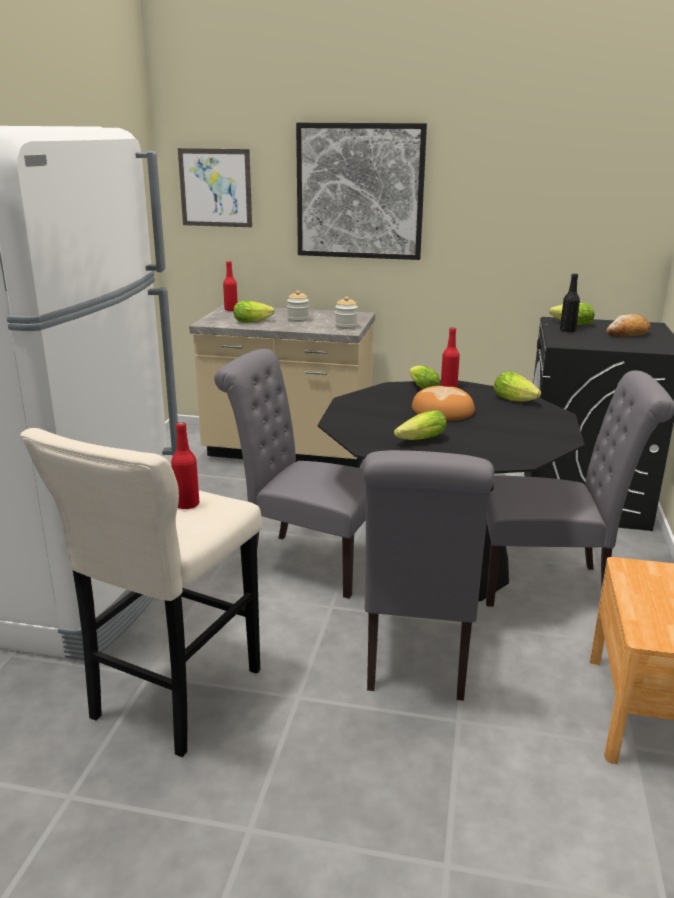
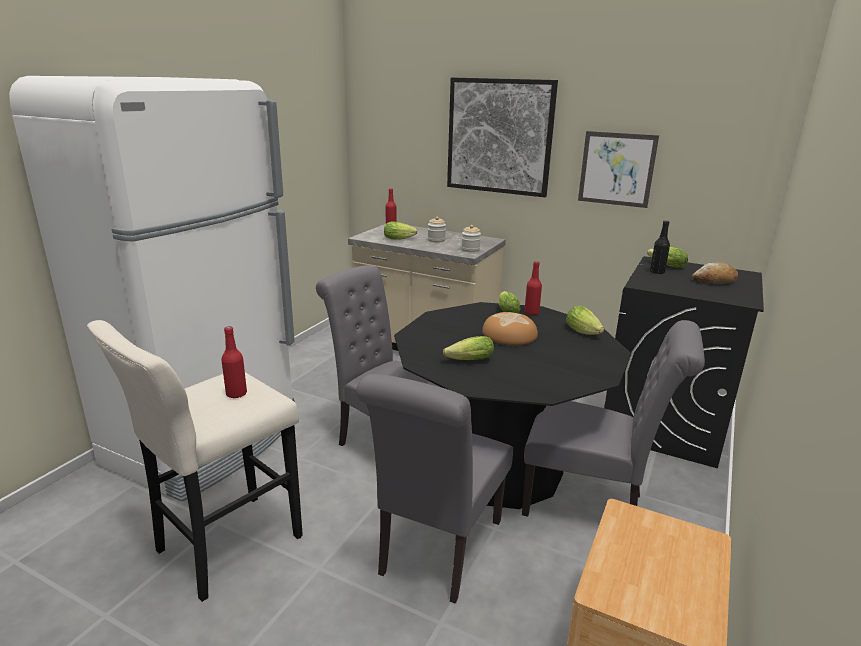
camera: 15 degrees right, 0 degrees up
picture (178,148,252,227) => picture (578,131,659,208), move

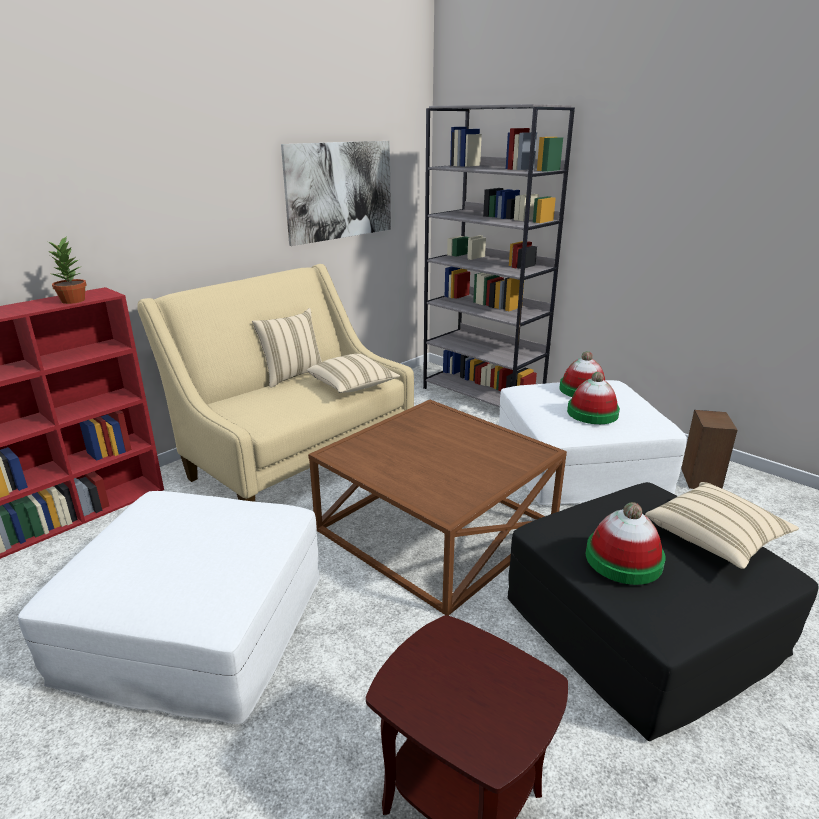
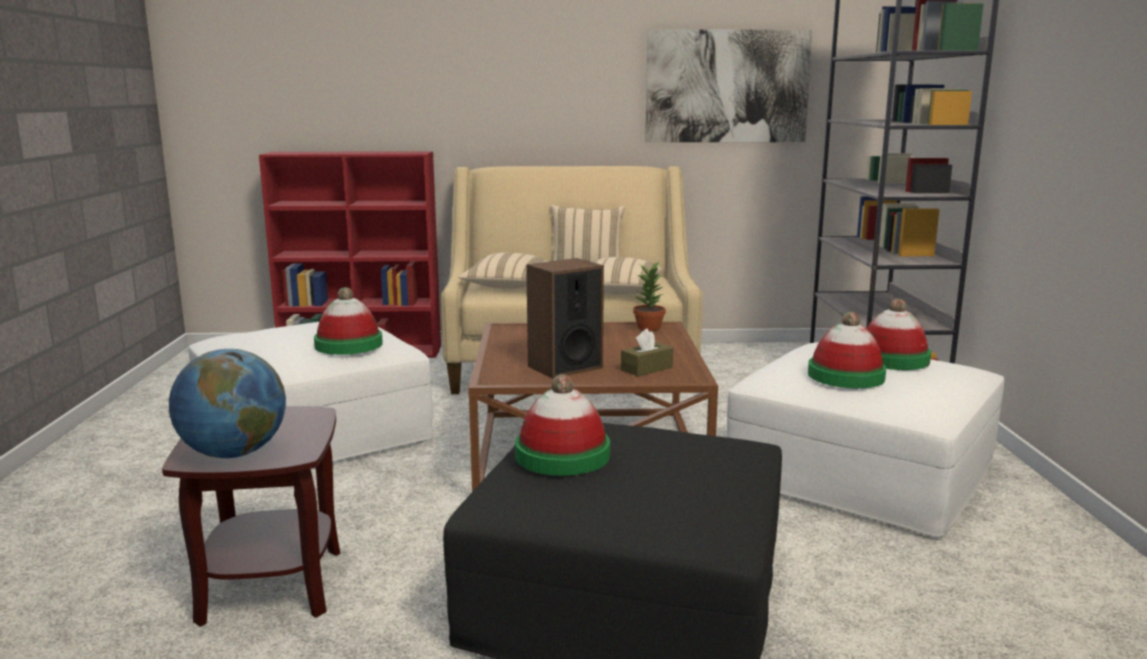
camera: 45 degrees right, 10 degrees down
potted plant (47,237,86,304) => potted plant (633,261,666,331), move
beige pillow (645,482,799,569) => beige pillow (458,253,550,289), move
speaker (681,410,737,489) => speaker (526,258,604,379), move
nothing => globe (169,349,286,458)
nothing => hat (314,287,383,355)
nothing => brown tissue box (621,329,673,377)

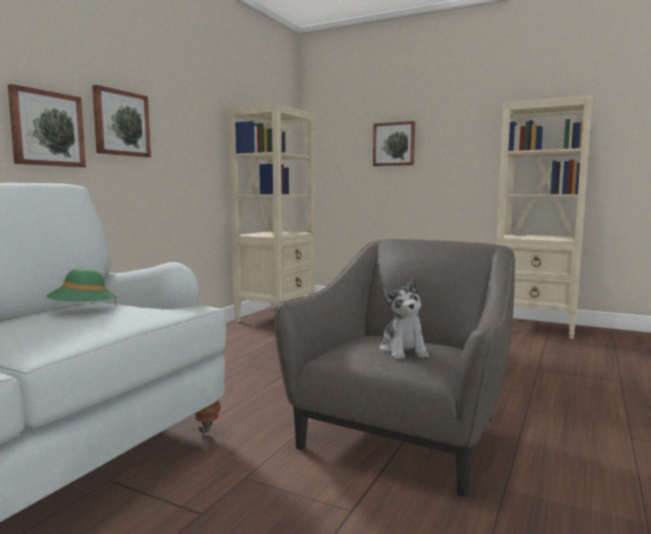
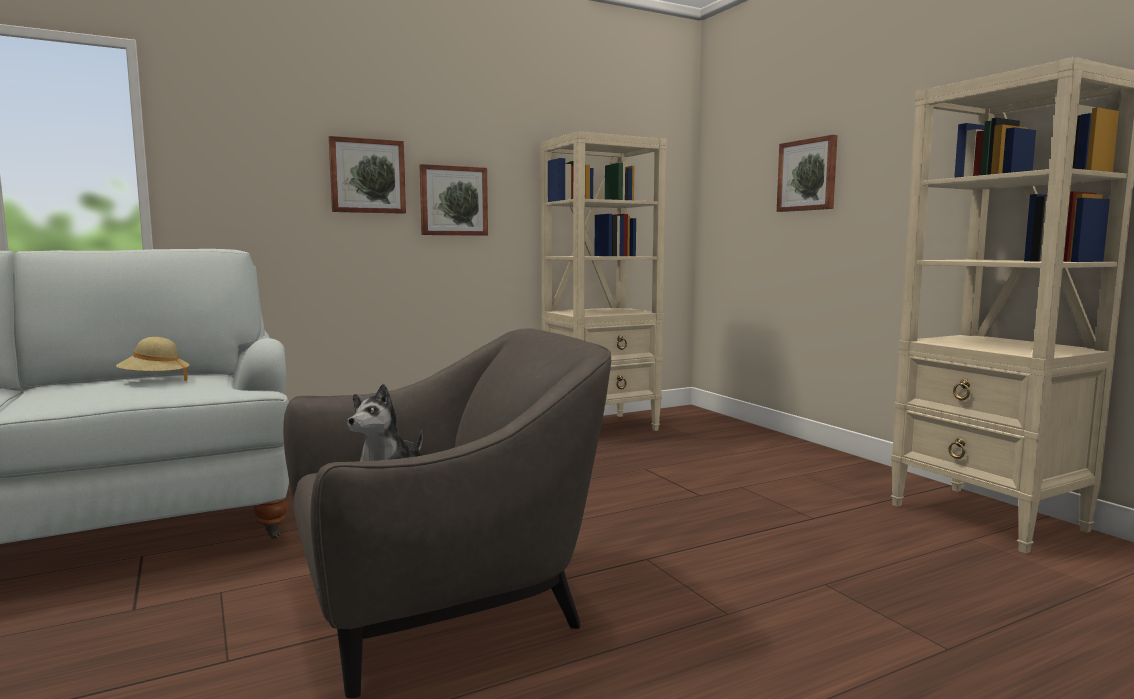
camera: 35 degrees right, 0 degrees up
picture (8,84,86,167) => picture (420,164,488,236), move
green hat (46,268,116,306) => beige hat (116,337,190,381)

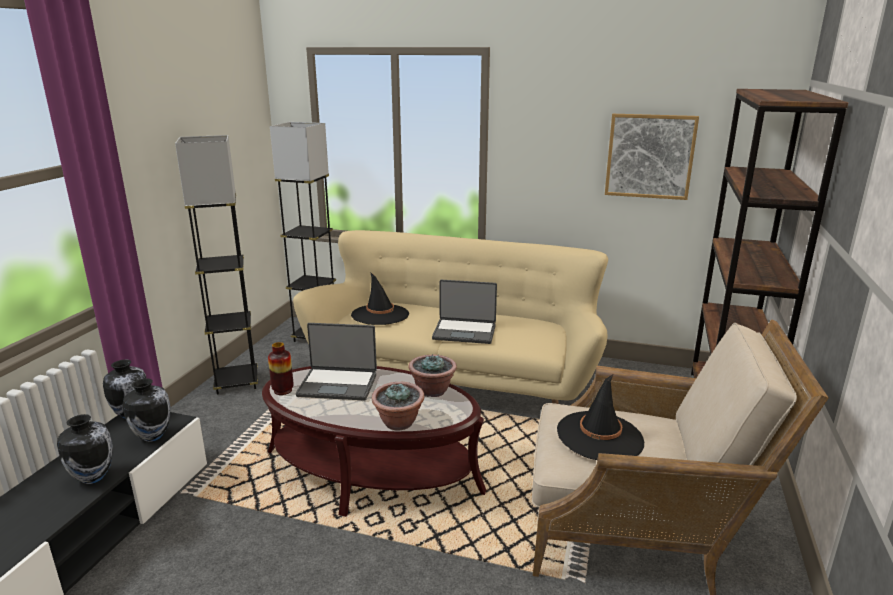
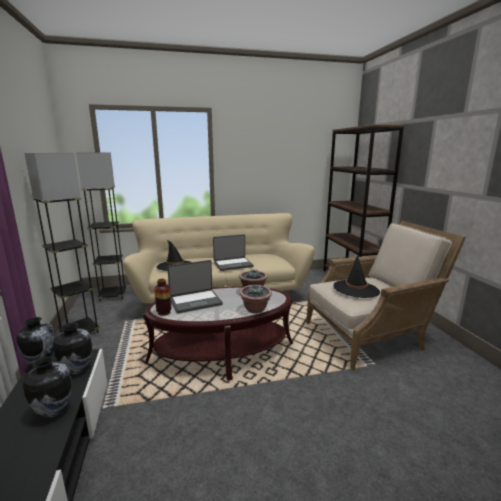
camera: 30 degrees left, 5 degrees down
picture (605,114,699,200) => nothing

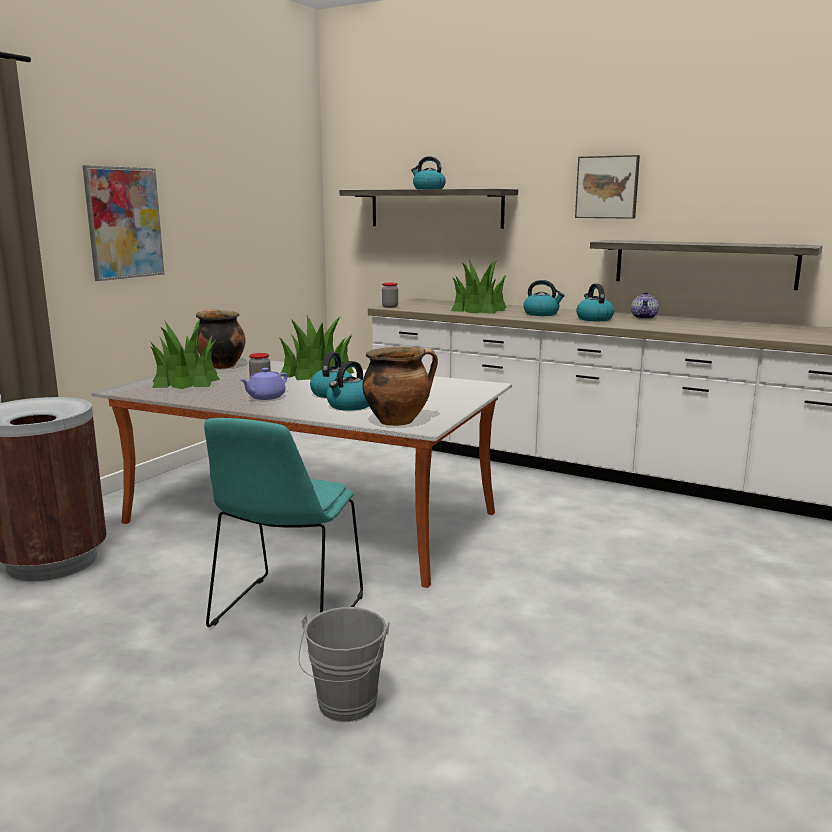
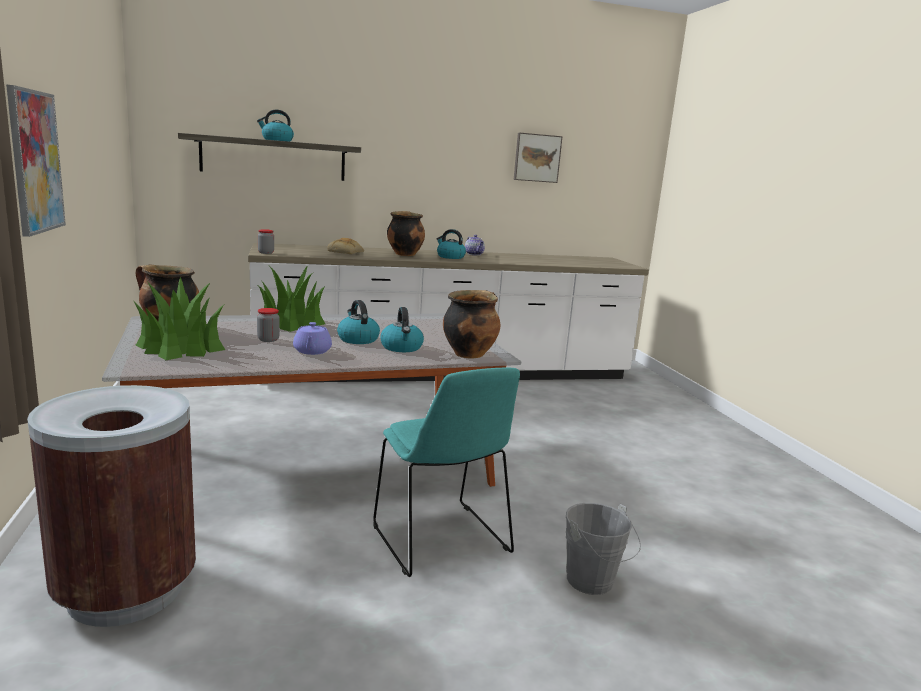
camera: 45 degrees left, 0 degrees up
potted plant (451,260,507,314) => bread (328,238,364,254)
kettle (523,280,565,316) => cooking pot (387,211,425,256)
picture (575,155,640,219) => picture (514,133,563,183), move
shelf (590,240,823,290) => nothing

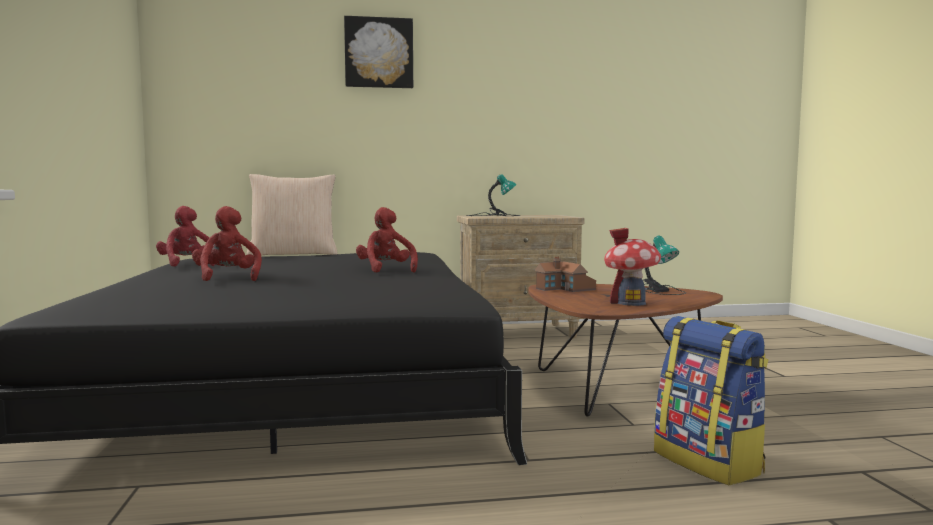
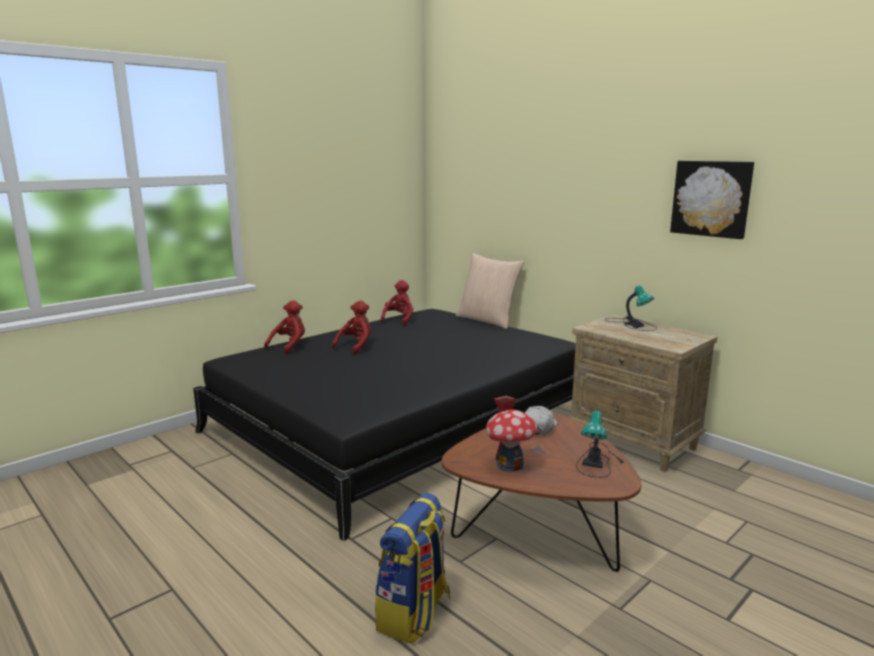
camera: 55 degrees right, 10 degrees up
picture (344,16,413,88) => picture (670,161,754,239), move
red plush toy (356,207,418,273) => red plush toy (264,301,305,354), move
toy house (535,257,596,292) => white cap (525,406,557,435)

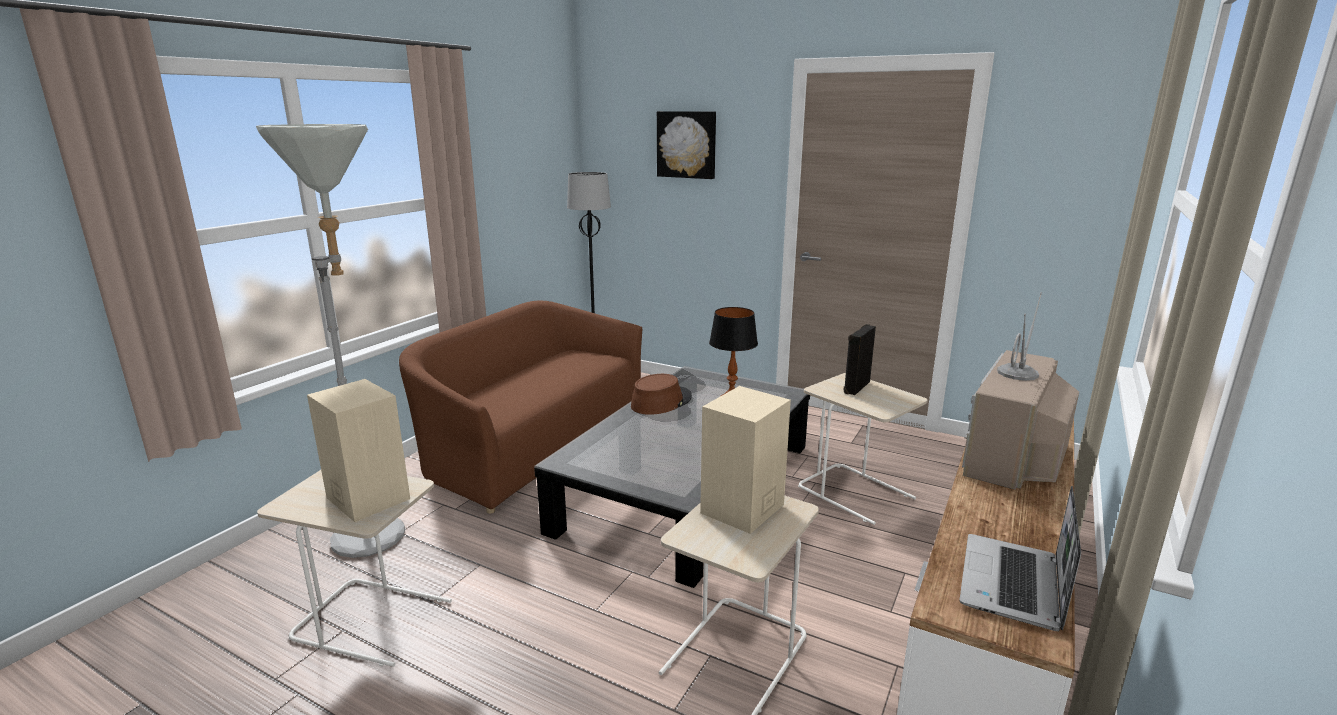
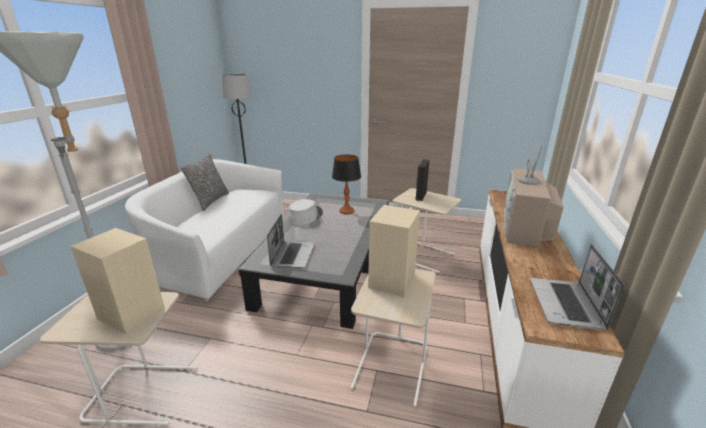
camera: 15 degrees left, 5 degrees up
brown sofa (399,300,642,514) => white sofa (125,159,285,302)
brown hat (631,374,692,415) => grey hat (287,199,323,226)
picture (657,111,716,179) => nothing
nothing => pillow (181,154,229,211)
nothing => laptop (267,214,315,268)

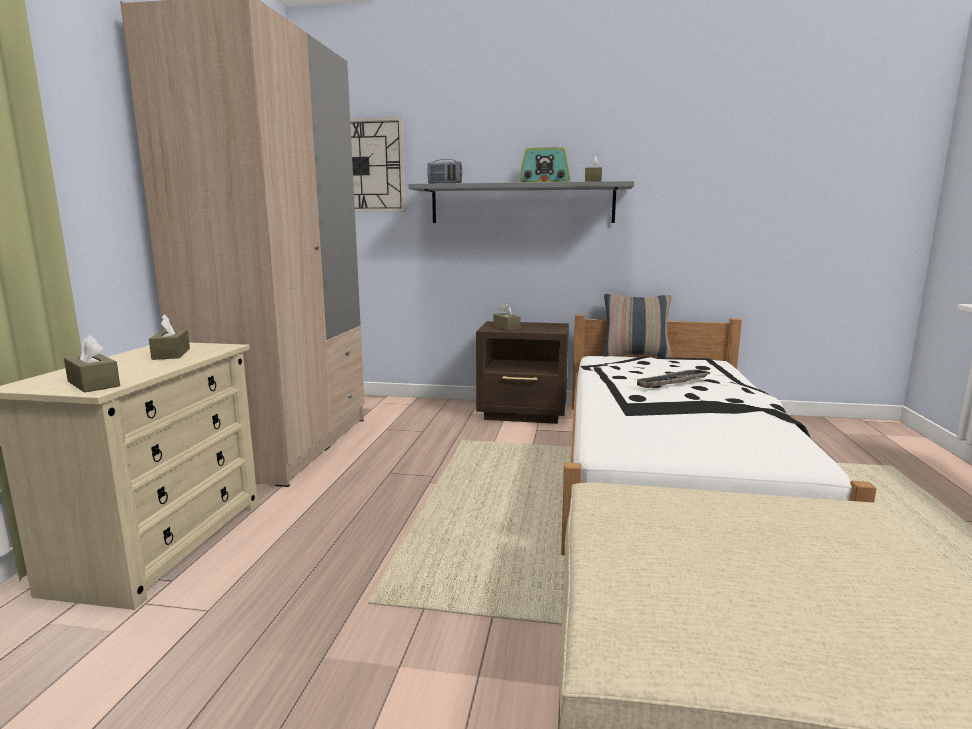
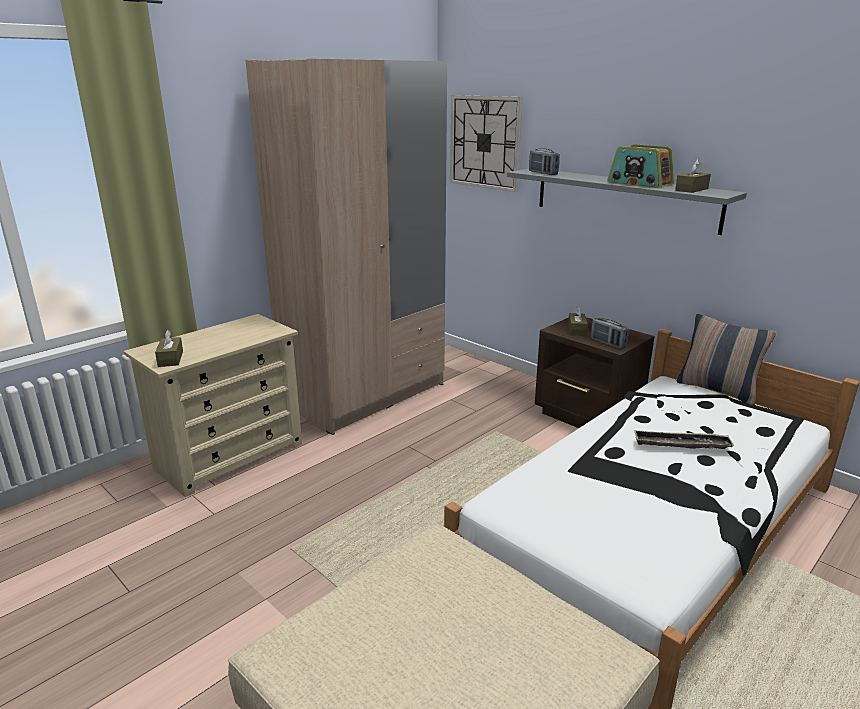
camera: 35 degrees right, 10 degrees up
brown tissue box (149,314,190,360) => nothing
nothing => radio (591,318,629,349)

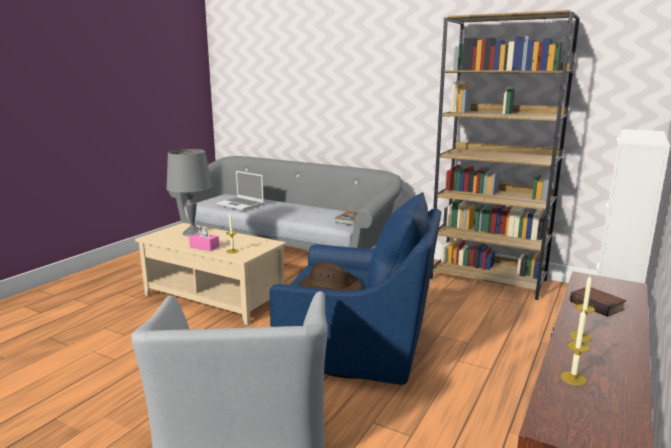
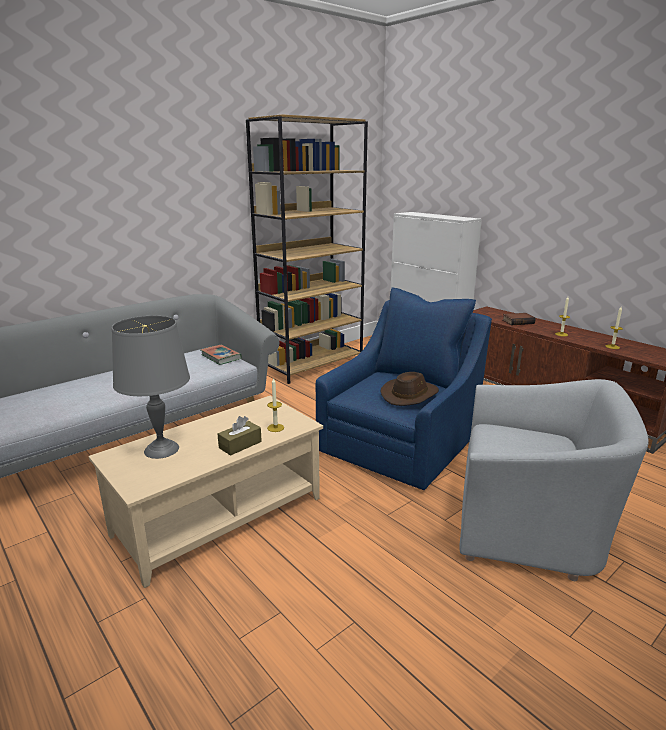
camera: 70 degrees left, 5 degrees up
pink tissue box (189,226,219,251) => brown tissue box (218,416,262,456)
laptop (217,171,264,211) => nothing

